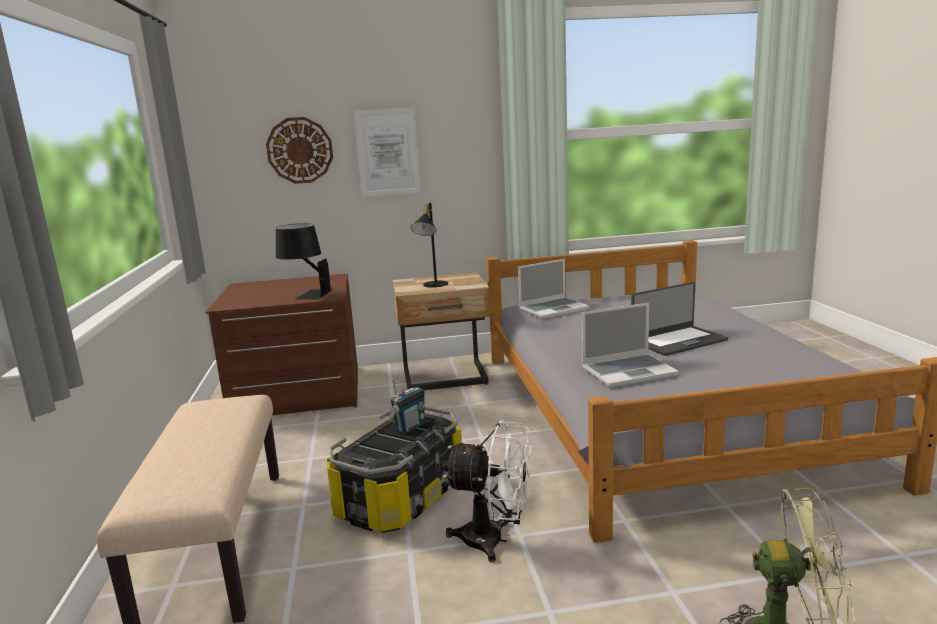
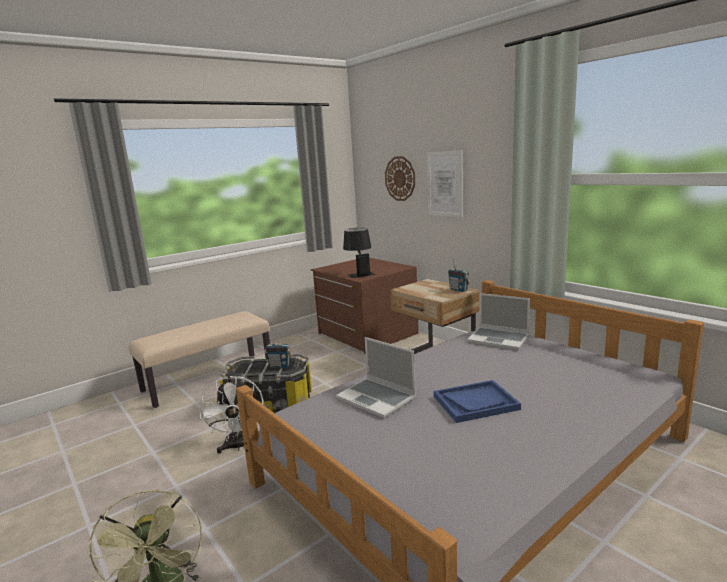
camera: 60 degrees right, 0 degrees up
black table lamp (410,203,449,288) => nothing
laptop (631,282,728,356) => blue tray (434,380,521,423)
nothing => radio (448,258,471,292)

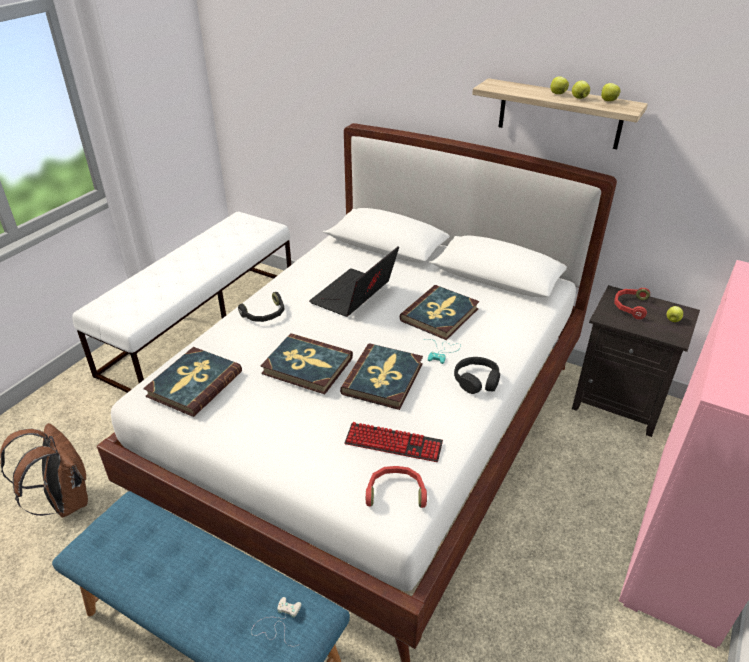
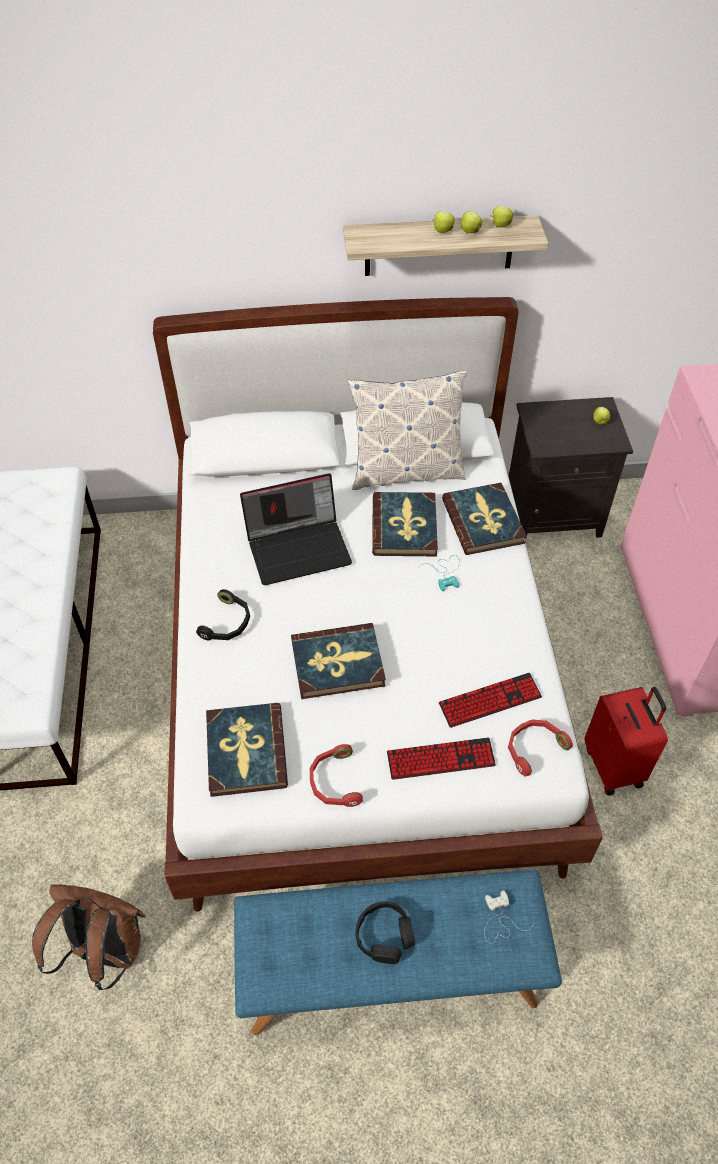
camera: 35 degrees left, 15 degrees up
laptop (309,246,399,317) => laptop (240,473,352,585), 105 degrees counterclockwise
book (340,343,423,410) => book (442,483,527,555), move
black headphones (454,357,500,394) => black headphones (356,901,415,964), move
red headphones (615,288,650,319) => red headphones (310,744,363,807), move
nothing => pillow (348,370,467,490)
nothing => keyboard (387,737,496,780)
nothing => red suitcase (585,687,668,796)

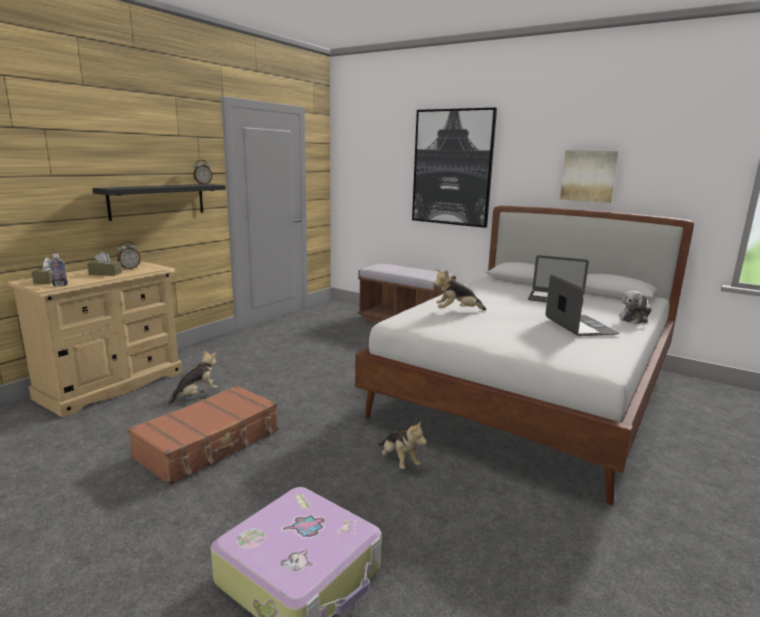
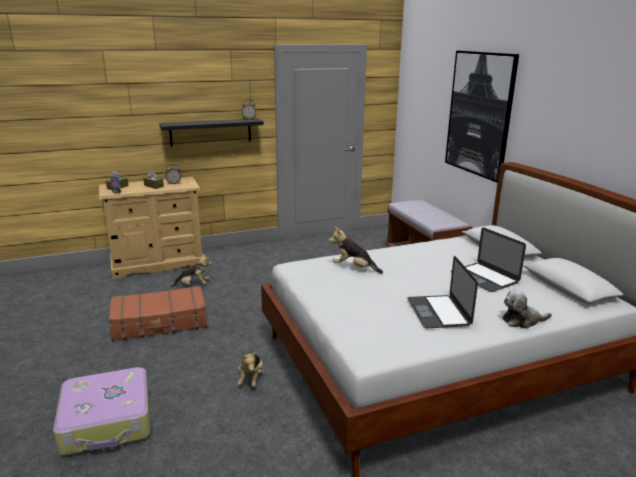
camera: 35 degrees right, 5 degrees up
laptop (545,275,619,336) => laptop (407,256,478,328), 150 degrees clockwise
picture (560,150,619,203) => nothing

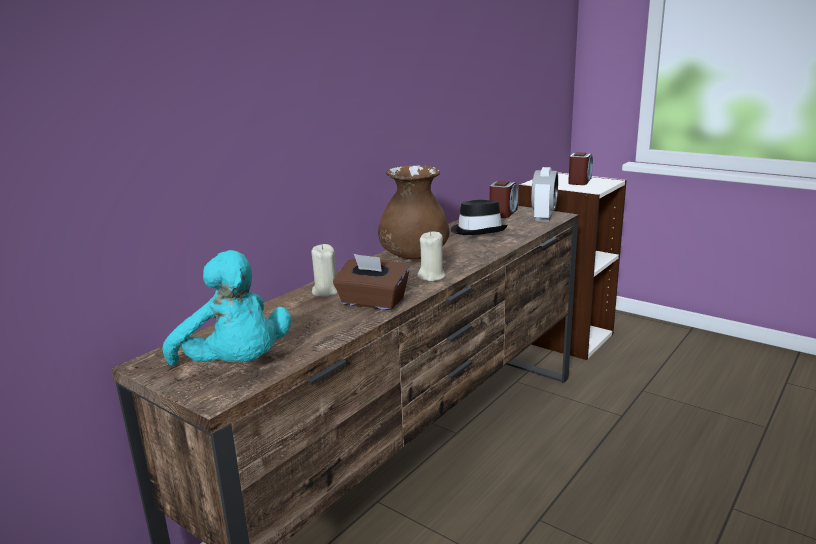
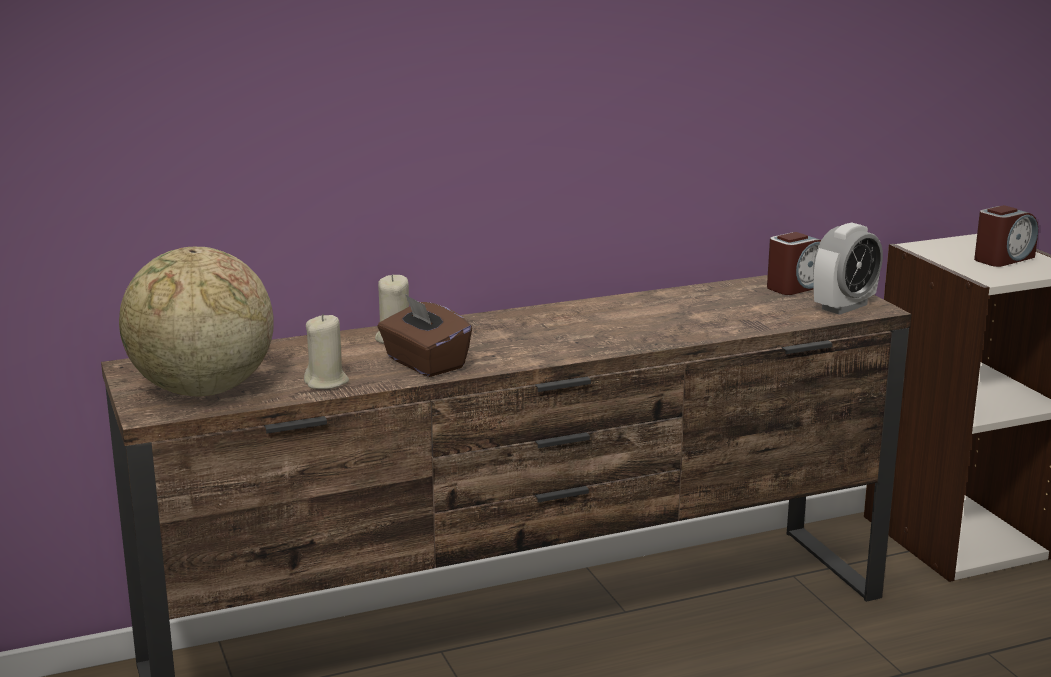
camera: 30 degrees right, 0 degrees up
turquoise plush toy (163,250,291,365) => globe (119,247,274,397)
brown vase (378,165,450,260) => nothing
beige candle (417,231,445,281) => beige candle (304,314,349,389), move
black hat (451,200,508,235) => nothing

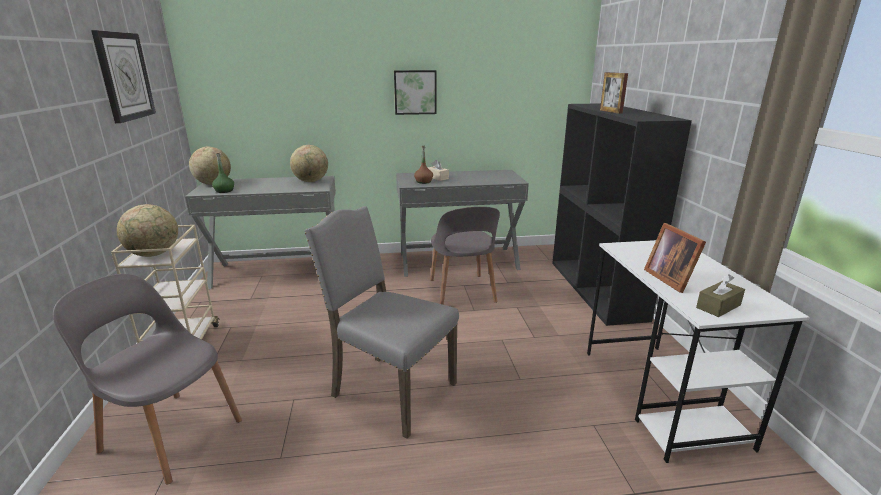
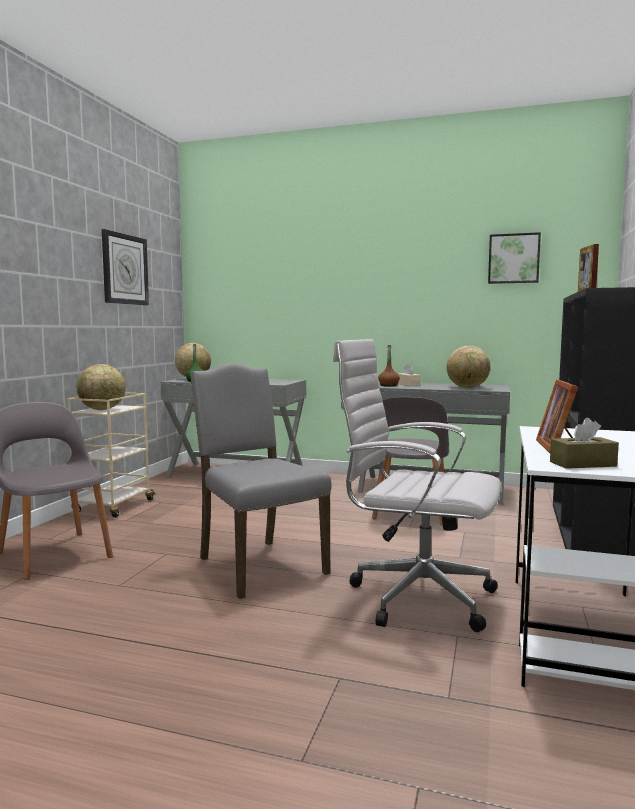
camera: 25 degrees right, 15 degrees down
globe (290,145,328,182) => globe (447,346,491,388), move
picture (394,70,437,115) => picture (488,232,541,284), move
nothing => white office chair (333,339,501,632)

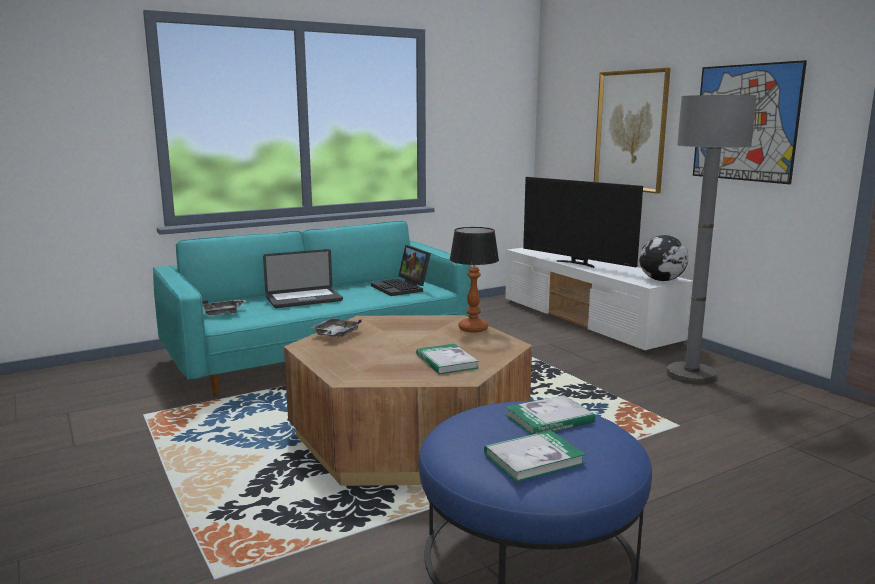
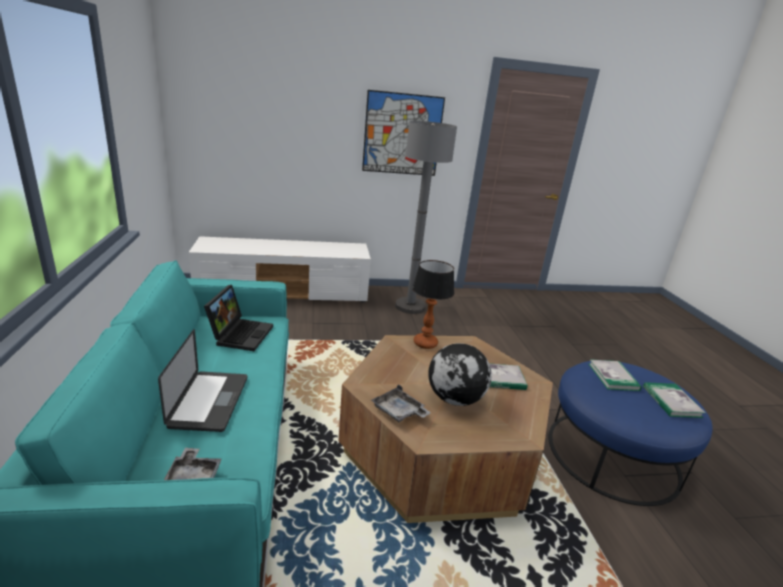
camera: 70 degrees left, 10 degrees up
laptop (371,245,431,296) => laptop (204,285,273,351), 75 degrees counterclockwise
television (523,177,643,268) => nothing
picture (594,68,671,194) => nothing
globe (639,235,688,281) => globe (429,343,492,406), move

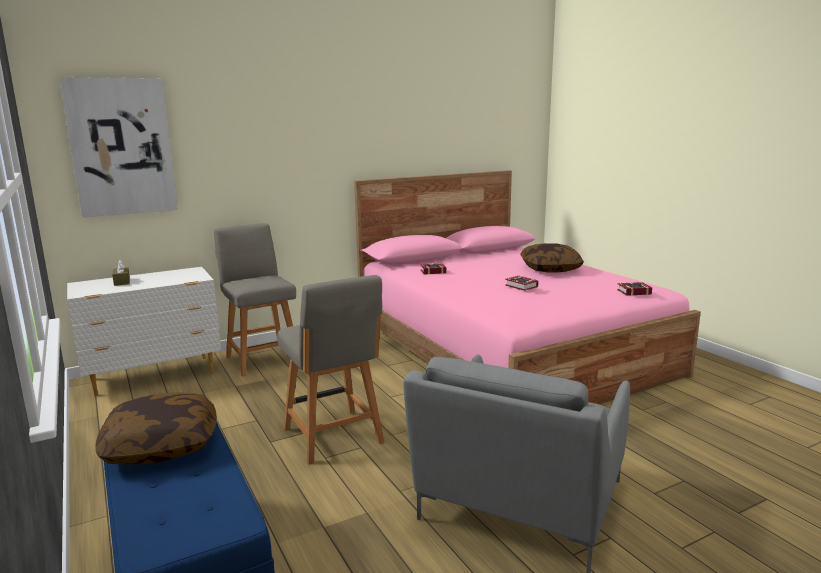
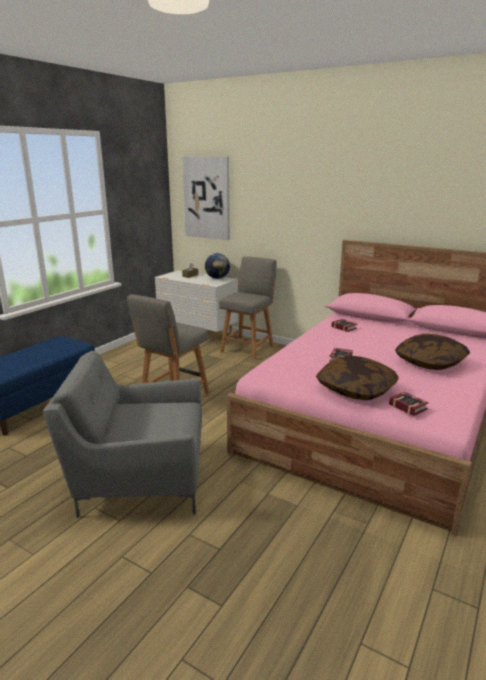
camera: 60 degrees right, 5 degrees up
pillow (95,392,217,464) => pillow (316,356,398,400), move
nothing => globe (205,253,230,279)

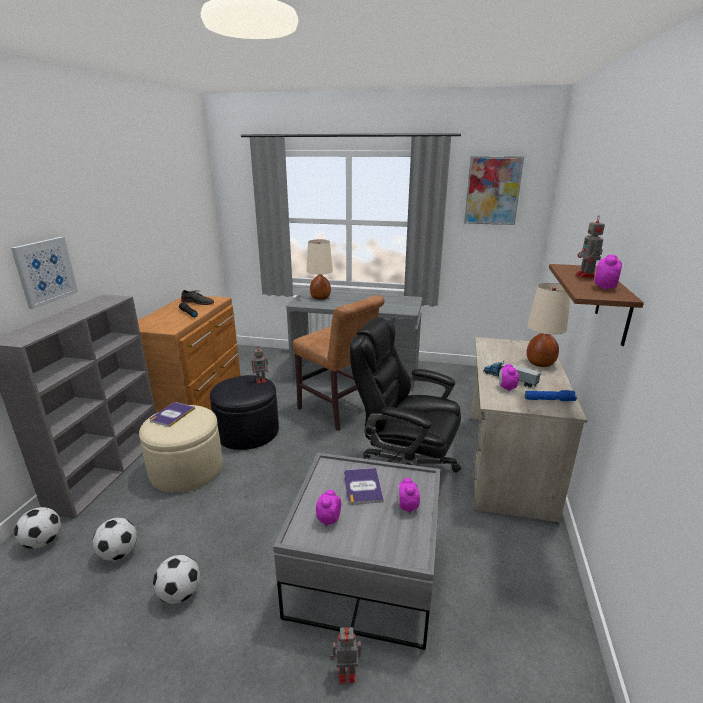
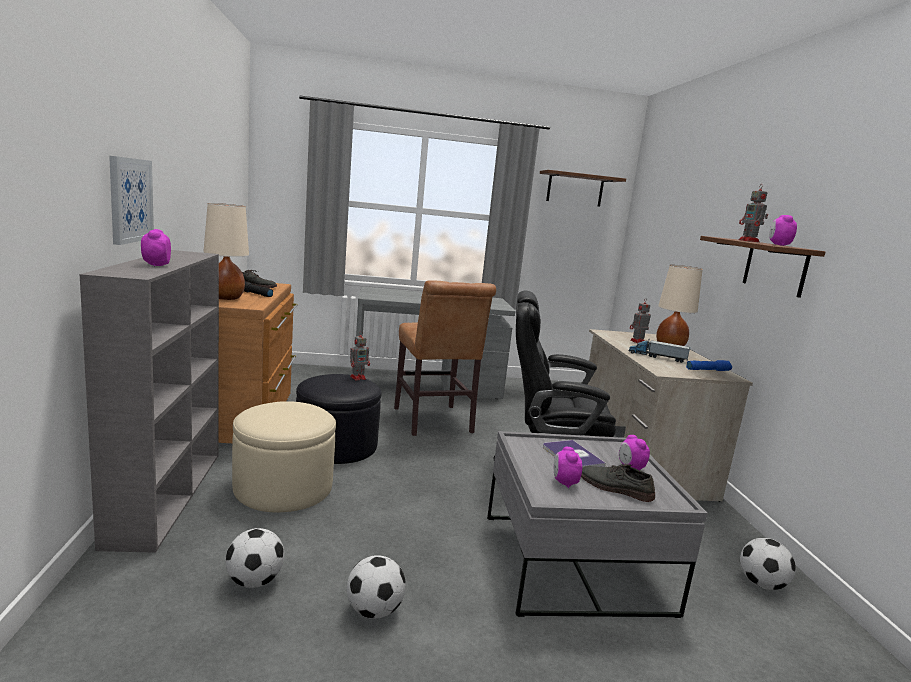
camera: 20 degrees left, 10 degrees down
football (14,507,61,549) => football (740,538,796,590), move
book (150,402,195,427) => nothing
brown chair (293,295,385,431) => brown chair (394,281,496,436), 45 degrees clockwise
beige table lamp (307,239,333,300) => beige table lamp (203,203,249,300), move
toy robot (330,627,361,684) => toy robot (630,298,651,344), move
picture (464,156,524,225) => brown shelf (540,170,626,207)
alarm clock (499,364,519,392) => alarm clock (141,229,171,267), move
nothing => grey shoe (581,464,655,502)

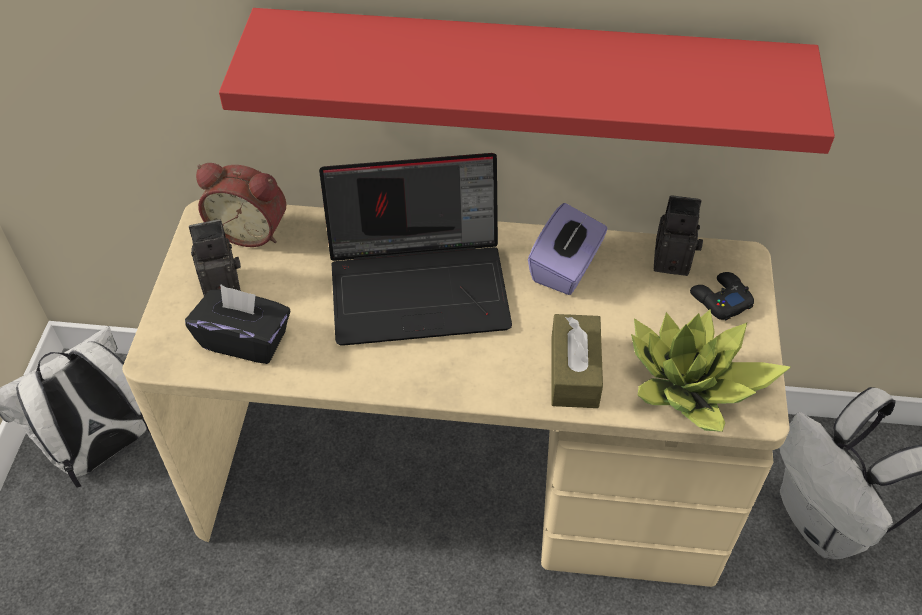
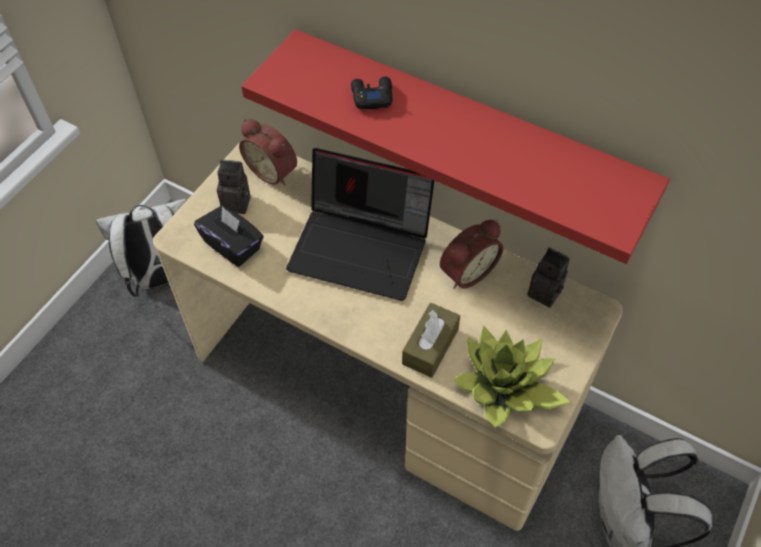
camera: 25 degrees right, 5 degrees up
purple tissue box (528,203,607,295) => alarm clock (440,220,504,289)
black game controller (690,272,754,320) => black game controller (351,77,392,110), move

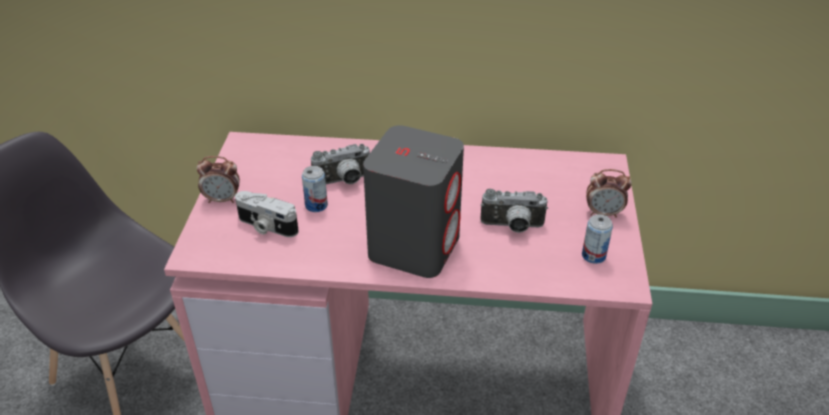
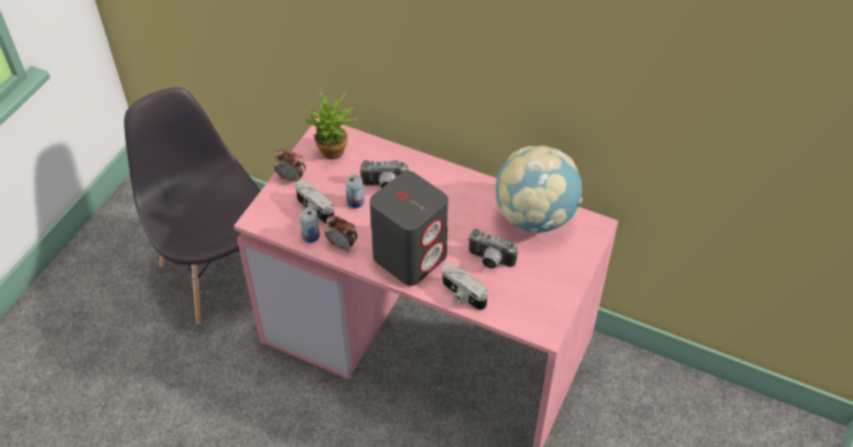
camera: 20 degrees right, 10 degrees up
can (582,214,613,264) => can (299,208,320,243), move
alarm clock (586,169,632,218) => alarm clock (325,215,358,252), move
nothing => potted plant (304,91,358,160)
nothing => photo camera (443,264,488,310)
nothing => globe (496,146,582,232)

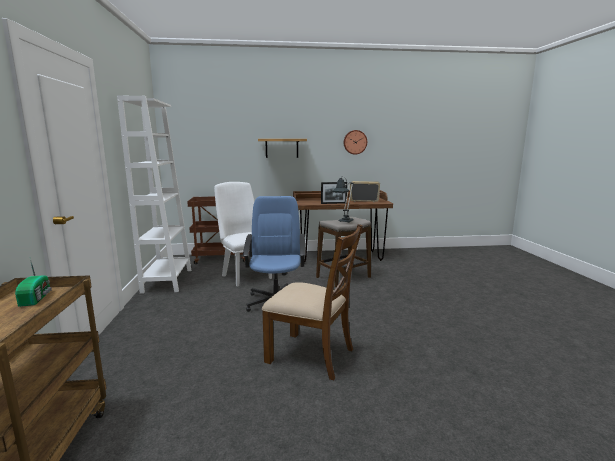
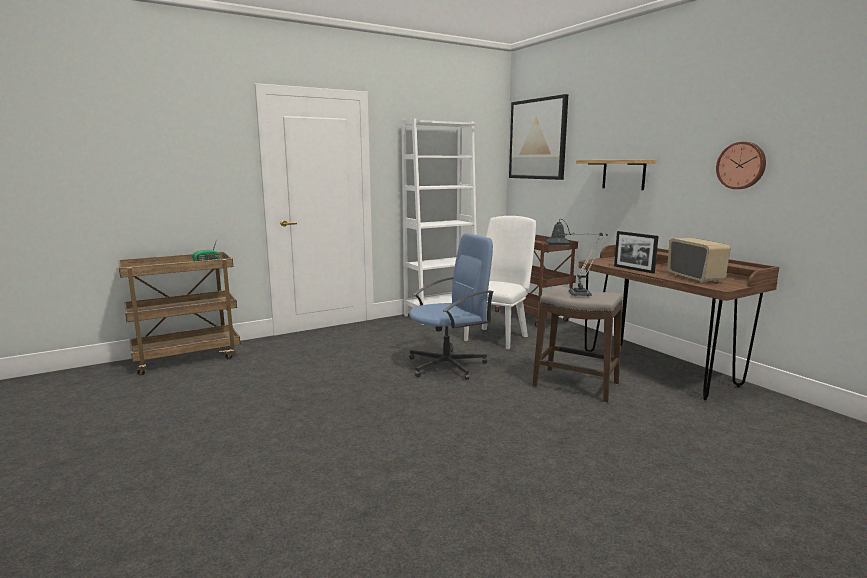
camera: 65 degrees right, 0 degrees up
brown chair (262,224,363,380) => nothing
nothing => picture (509,94,568,180)

